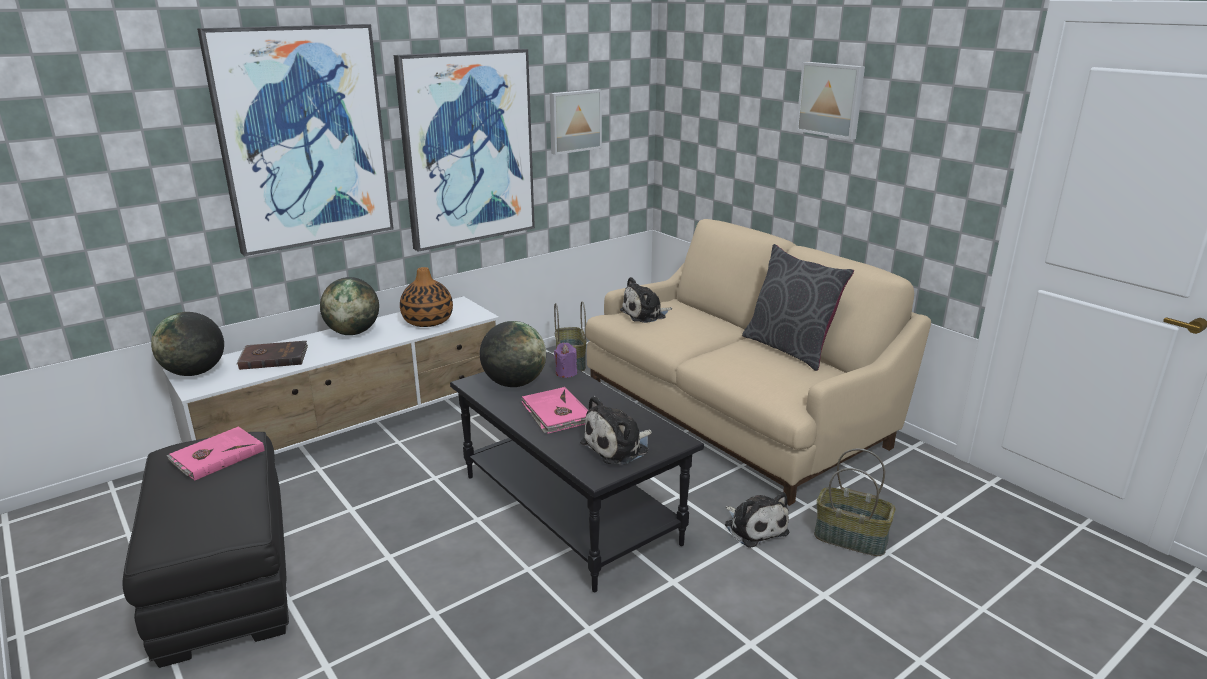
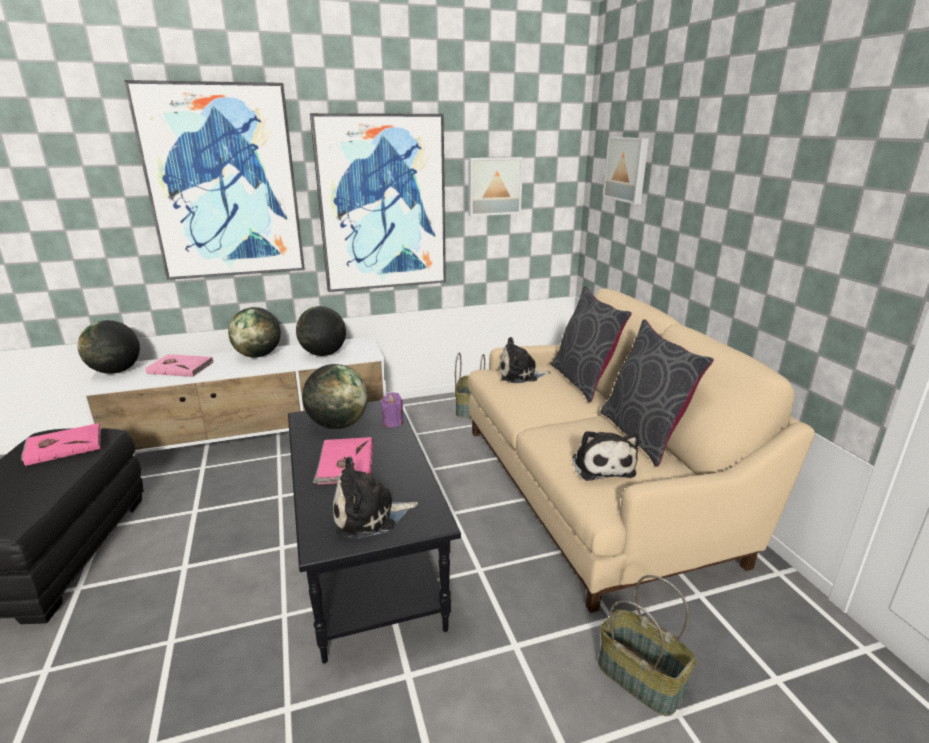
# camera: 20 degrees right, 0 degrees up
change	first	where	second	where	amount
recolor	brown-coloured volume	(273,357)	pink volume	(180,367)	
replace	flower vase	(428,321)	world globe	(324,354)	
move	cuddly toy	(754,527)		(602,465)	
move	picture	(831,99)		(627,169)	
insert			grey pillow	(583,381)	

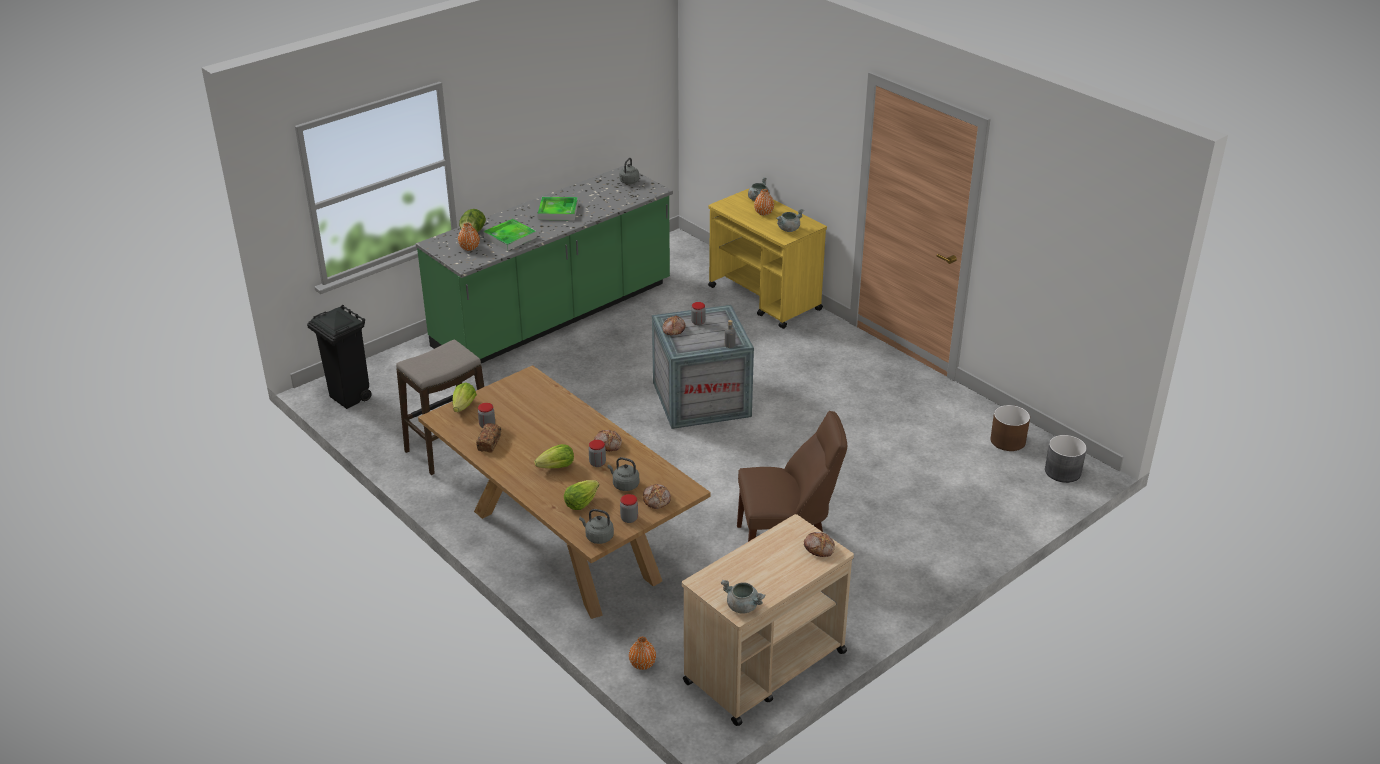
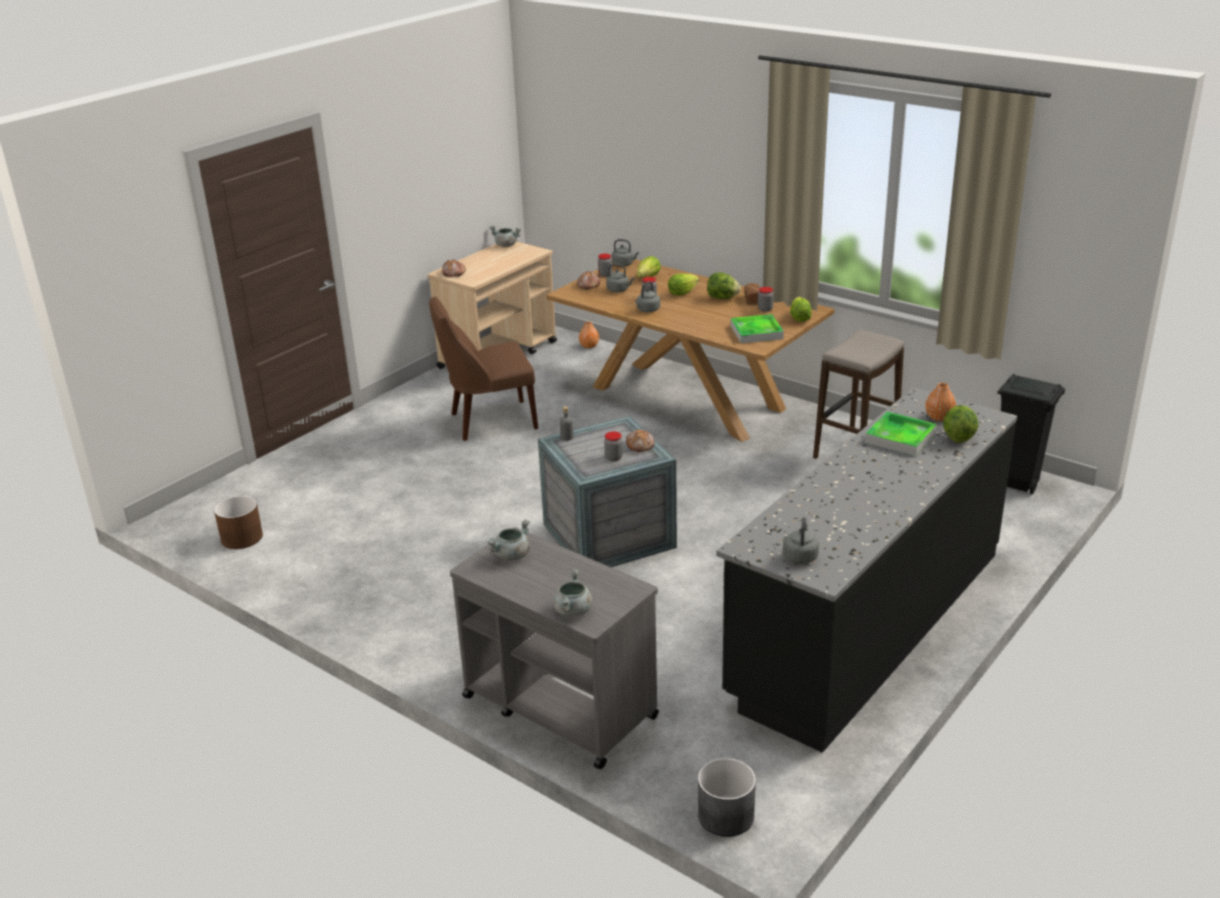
# camera: 170 degrees right, 5 degrees down
change	first	where	second	where	amount
recolor	greenish kitchen base unit	(554,316)	black-coloured kitchen base unit	(866,623)	
move	carrying tray	(558,211)		(756,332)	
replace	baked bread	(608,444)	grey water kettle	(647,310)	
recolor	yellow-coloured wheeled cart	(765,299)	grey wheeled cart	(558,706)	
delete	orange flower vase	(763,213)			
move	grey flower pot	(1063,471)		(725,816)	
insert			head of lettuce	(722,298)	

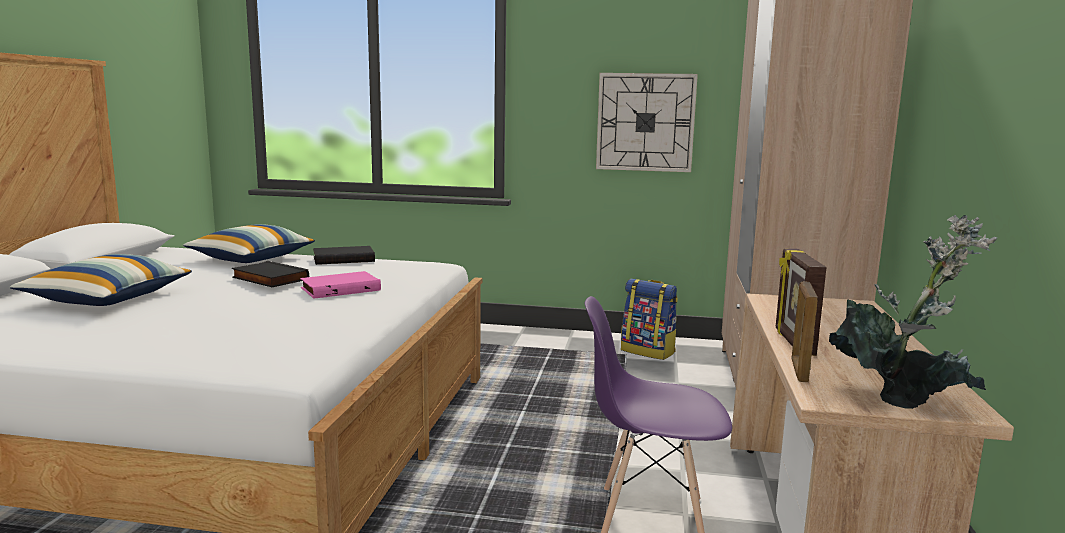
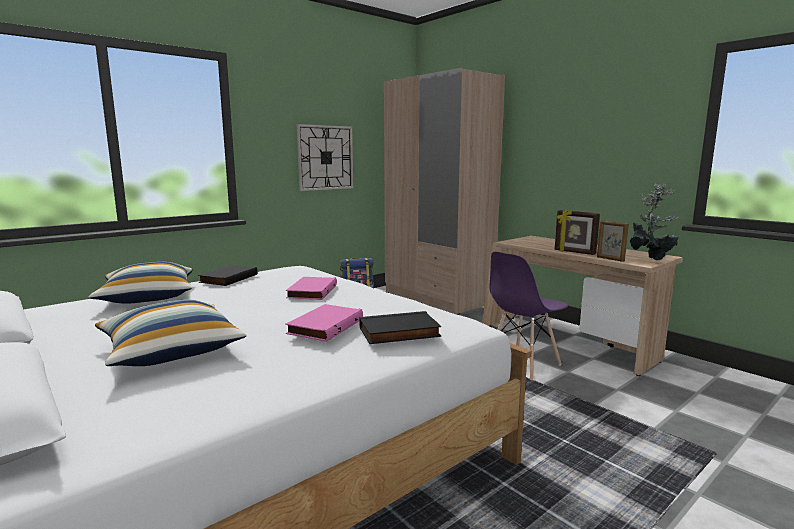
# camera: 50 degrees left, 0 degrees up
change	first	where	second	where	amount
move	black-coloured volume	(268,279)		(399,333)	
insert			pink volume	(324,326)	

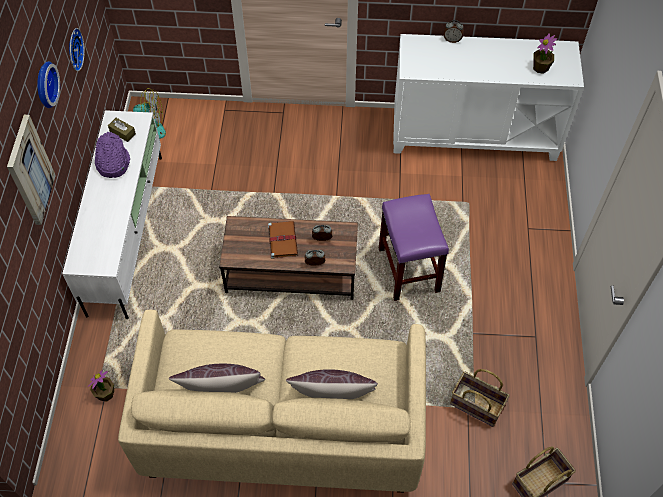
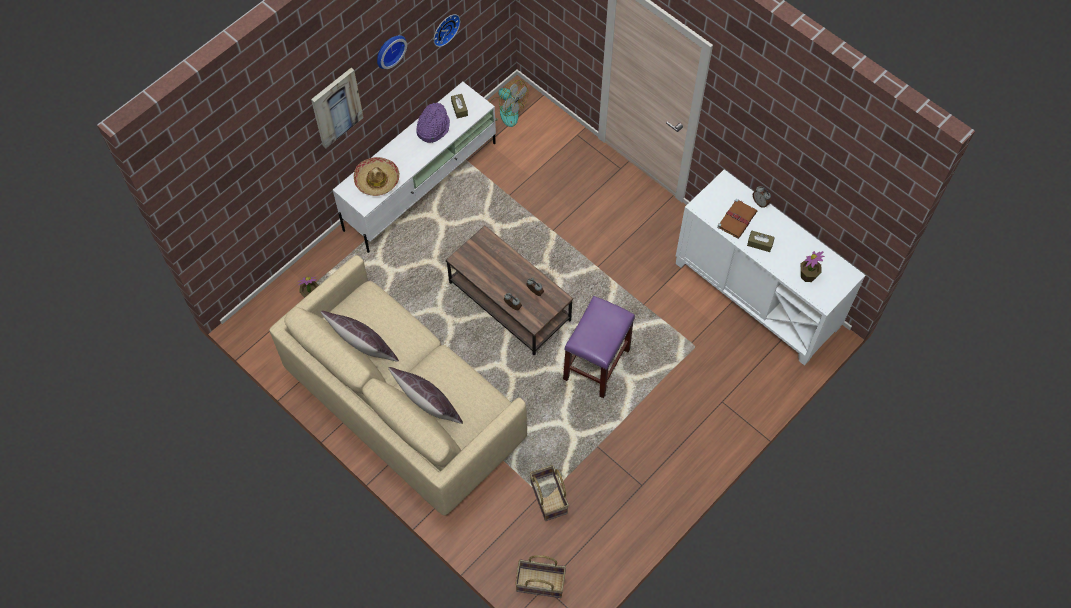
# camera: 40 degrees right, 5 degrees up
change	first	where	second	where	amount
move	brown-coloured volume	(282,240)		(737,219)	
insert			wearable hat	(377,180)	
insert			brown-coloured tissue box	(760,244)	

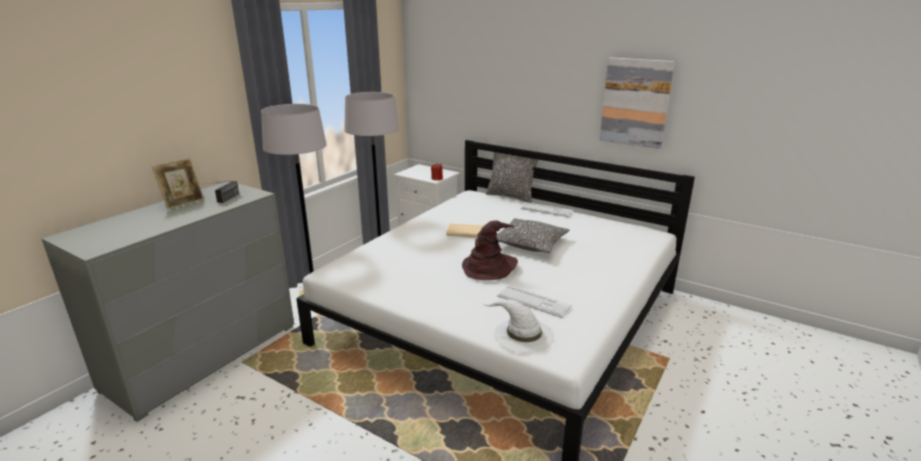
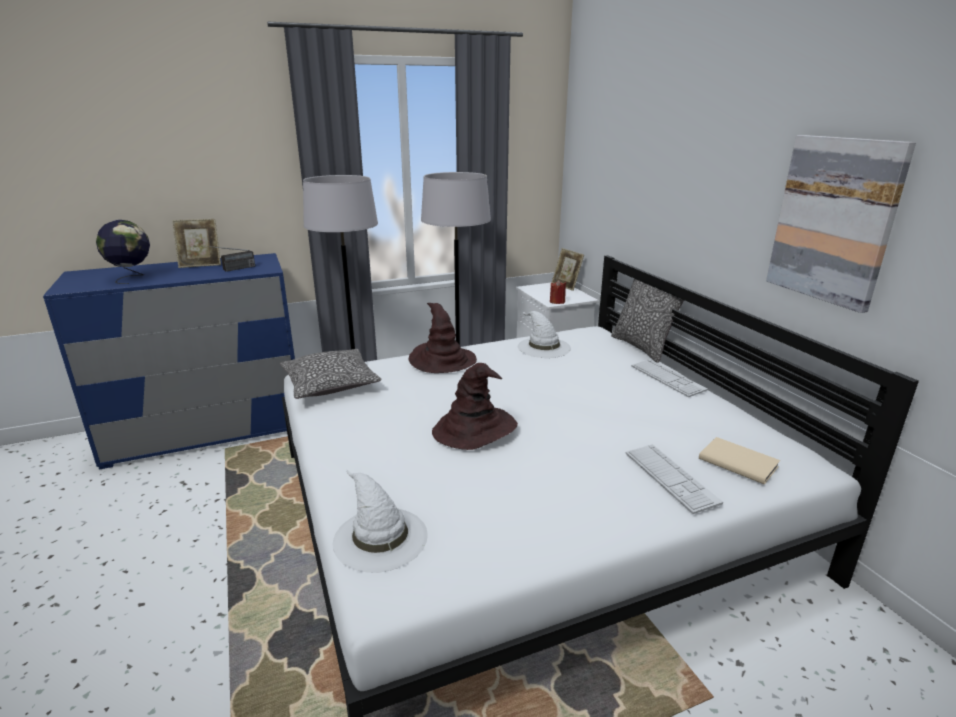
# camera: 35 degrees right, 0 degrees up
change	first	where	second	where	amount
recolor	grey dresser	(204,356)	blue dresser	(207,431)	
move	sand-coloured volume	(464,232)		(737,461)	
move	pillow	(530,243)		(330,384)	
move	keyboard	(533,301)		(670,477)	
insert			world globe	(132,278)	
insert			brown-coloured wearable hat	(442,361)	
insert			whitish wearable hat	(543,347)	
insert			standing frame	(566,286)	

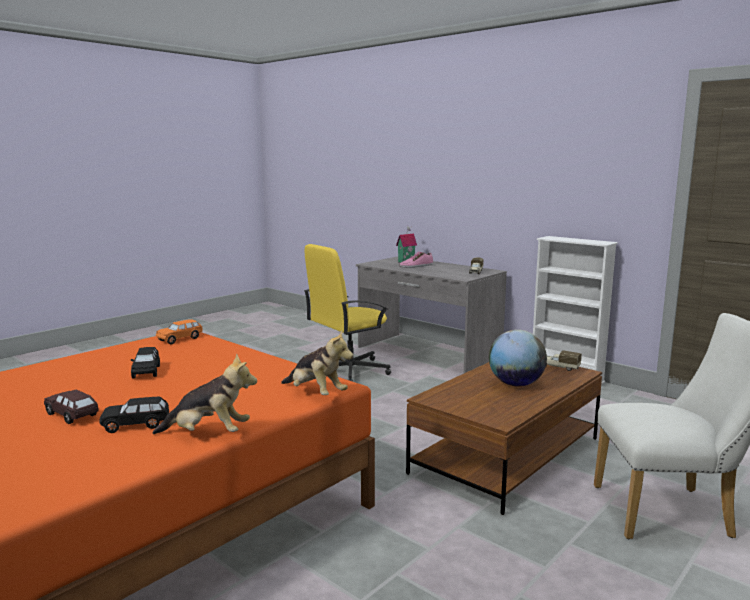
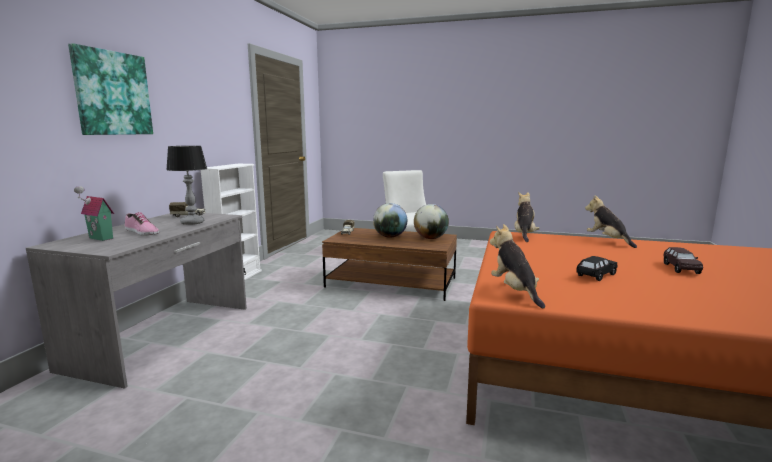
# camera: 115 degrees left, 0 degrees up
change	first	where	second	where	amount
delete	black-coloured toy car	(136,424)			
replace	orange toy car	(180,339)	cuddly toy	(515,291)	
delete	yellow-coloured desk chair	(348,371)			
insert			picture	(112,93)	
insert			tabletop lamp	(192,223)	
insert			world globe	(430,238)	

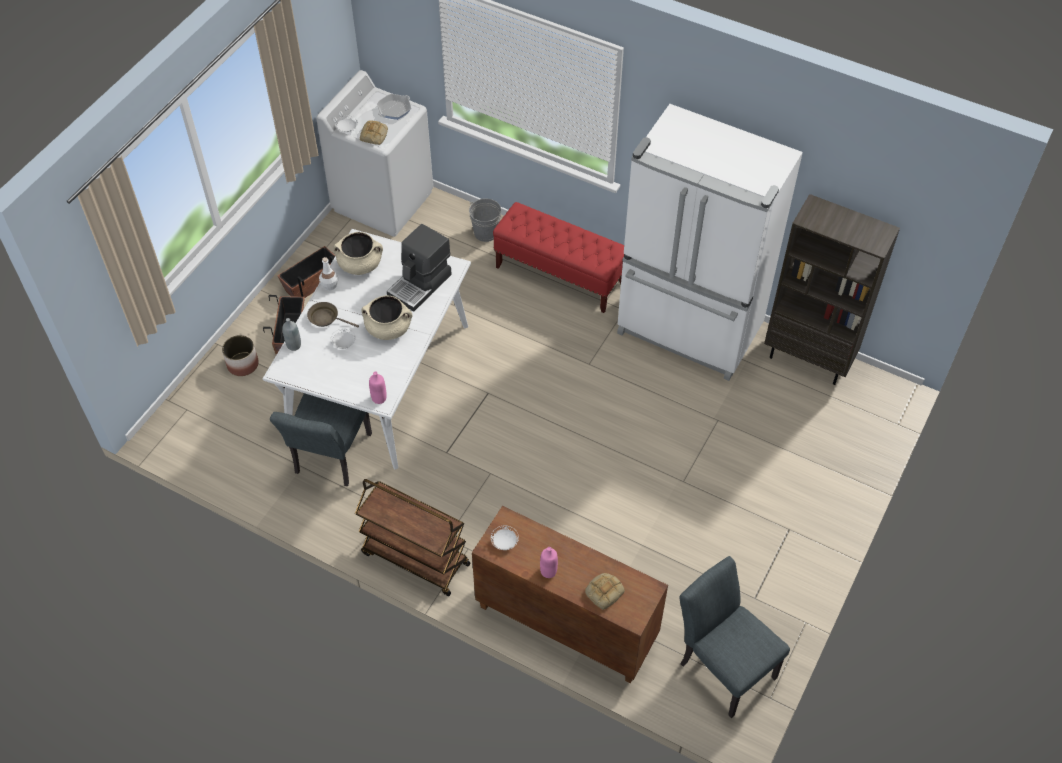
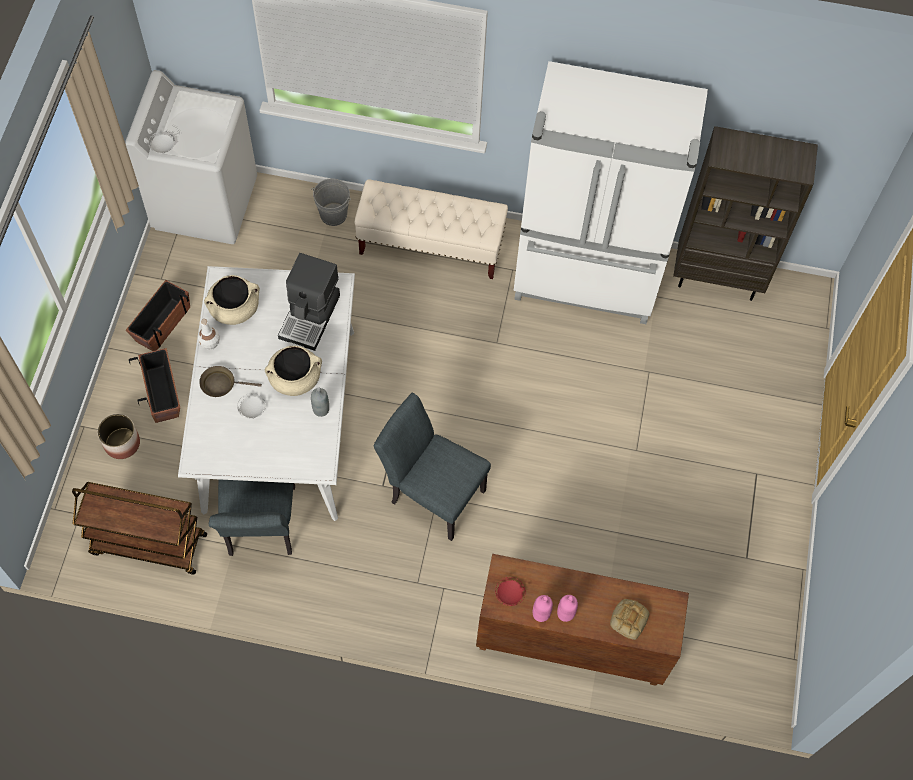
# camera: 20 degrees left, 10 degrees up
change	first	where	second	where	amount
move	grey drink bottle	(294,345)		(321,410)	
move	brown-coloured wheeled cart	(415,559)		(148,544)	
delete	baked bread	(374,135)			
move	pink drink bottle	(379,398)		(541,614)	
delete	pan	(394,109)			
recolor	whitish plate	(504,542)	red plate	(509,594)	
recolor	red long seat	(560,275)	sand-coloured long seat	(431,246)	
move	grey upright chair	(722,665)		(431,492)	

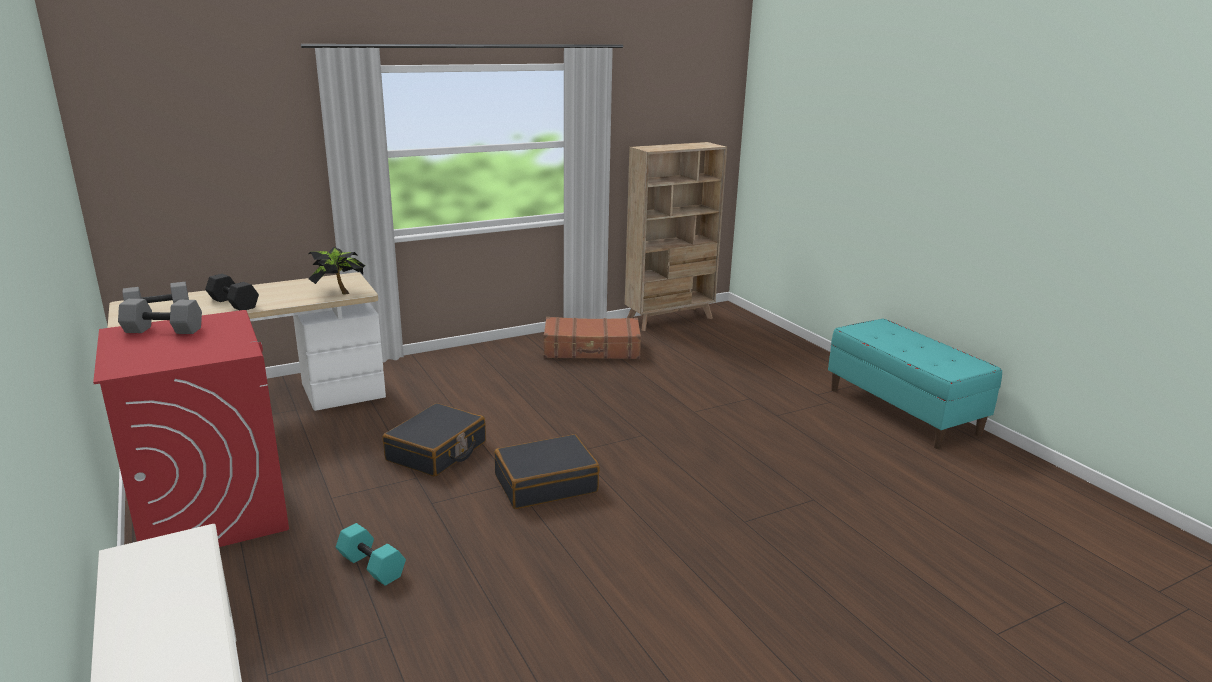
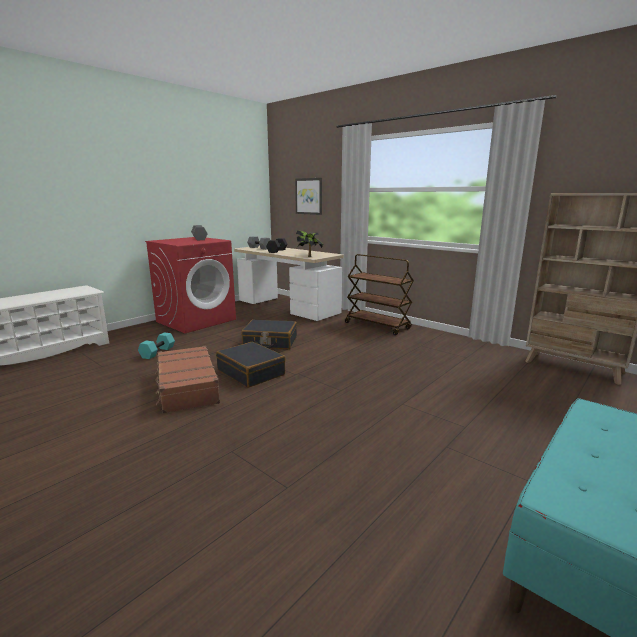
# camera: 70 degrees right, 5 degrees down
change	first	where	second	where	amount
move	brown-coloured travel case	(592,349)		(187,387)	
insert			picture	(309,196)	
insert			brown-coloured wheeled cart	(377,326)	

